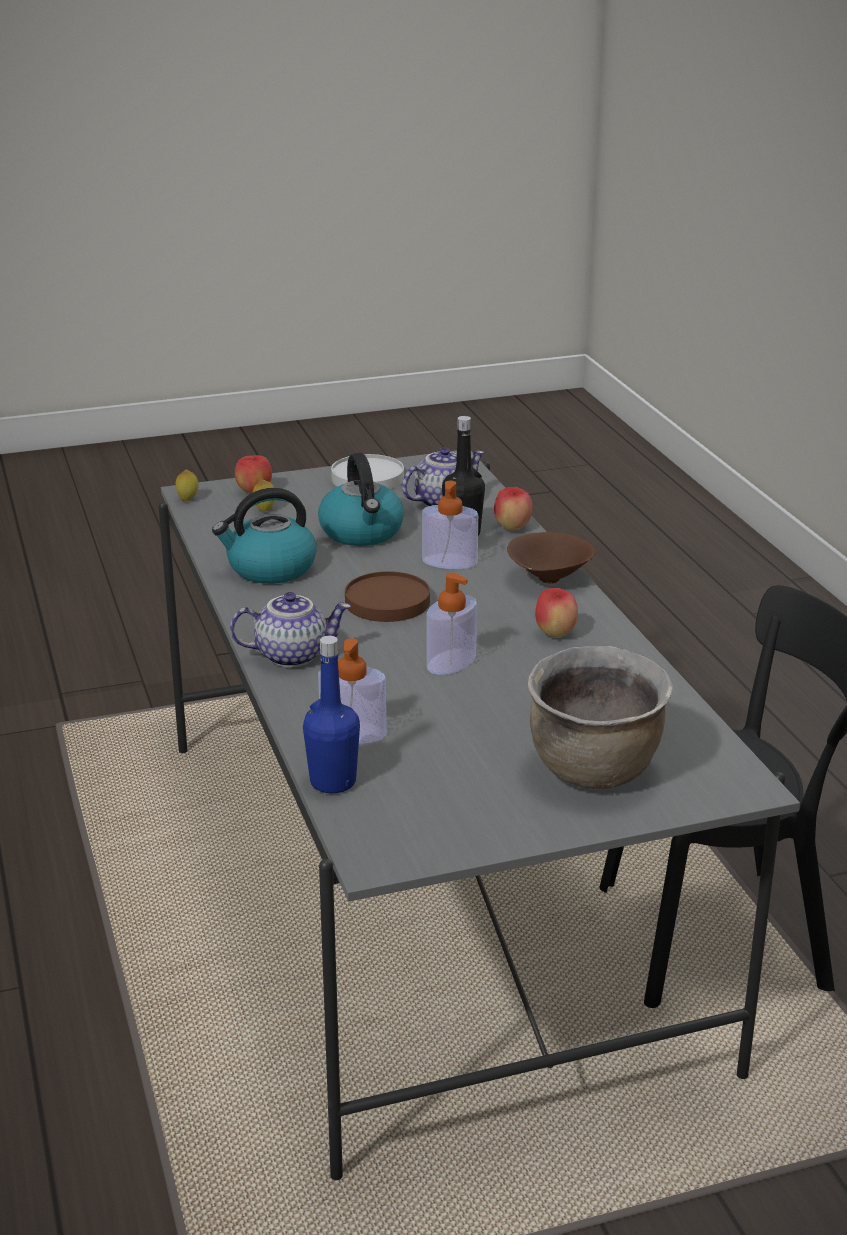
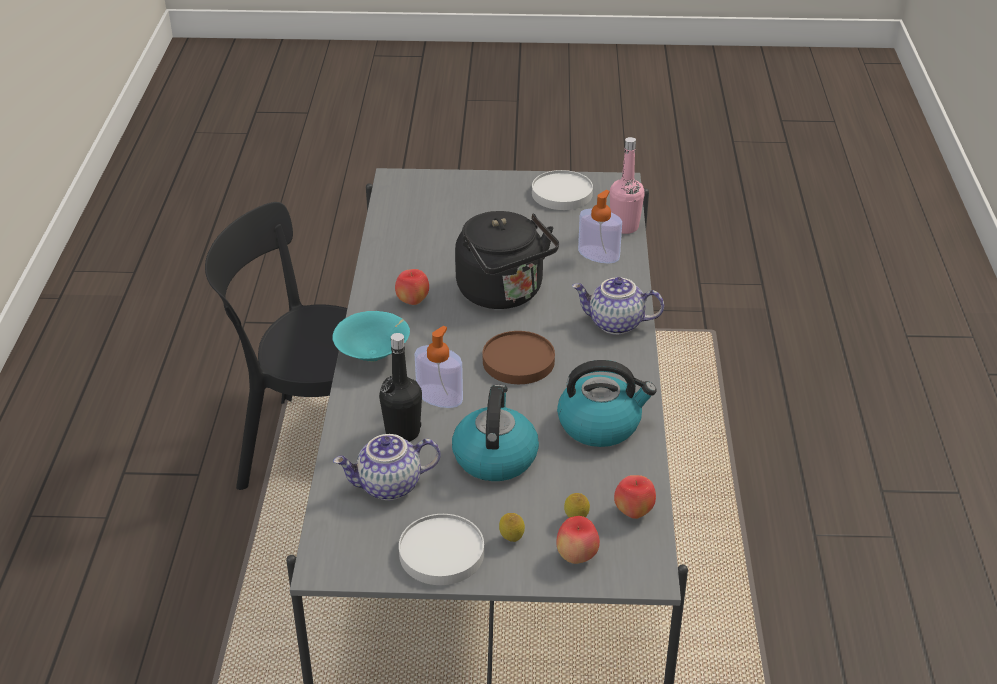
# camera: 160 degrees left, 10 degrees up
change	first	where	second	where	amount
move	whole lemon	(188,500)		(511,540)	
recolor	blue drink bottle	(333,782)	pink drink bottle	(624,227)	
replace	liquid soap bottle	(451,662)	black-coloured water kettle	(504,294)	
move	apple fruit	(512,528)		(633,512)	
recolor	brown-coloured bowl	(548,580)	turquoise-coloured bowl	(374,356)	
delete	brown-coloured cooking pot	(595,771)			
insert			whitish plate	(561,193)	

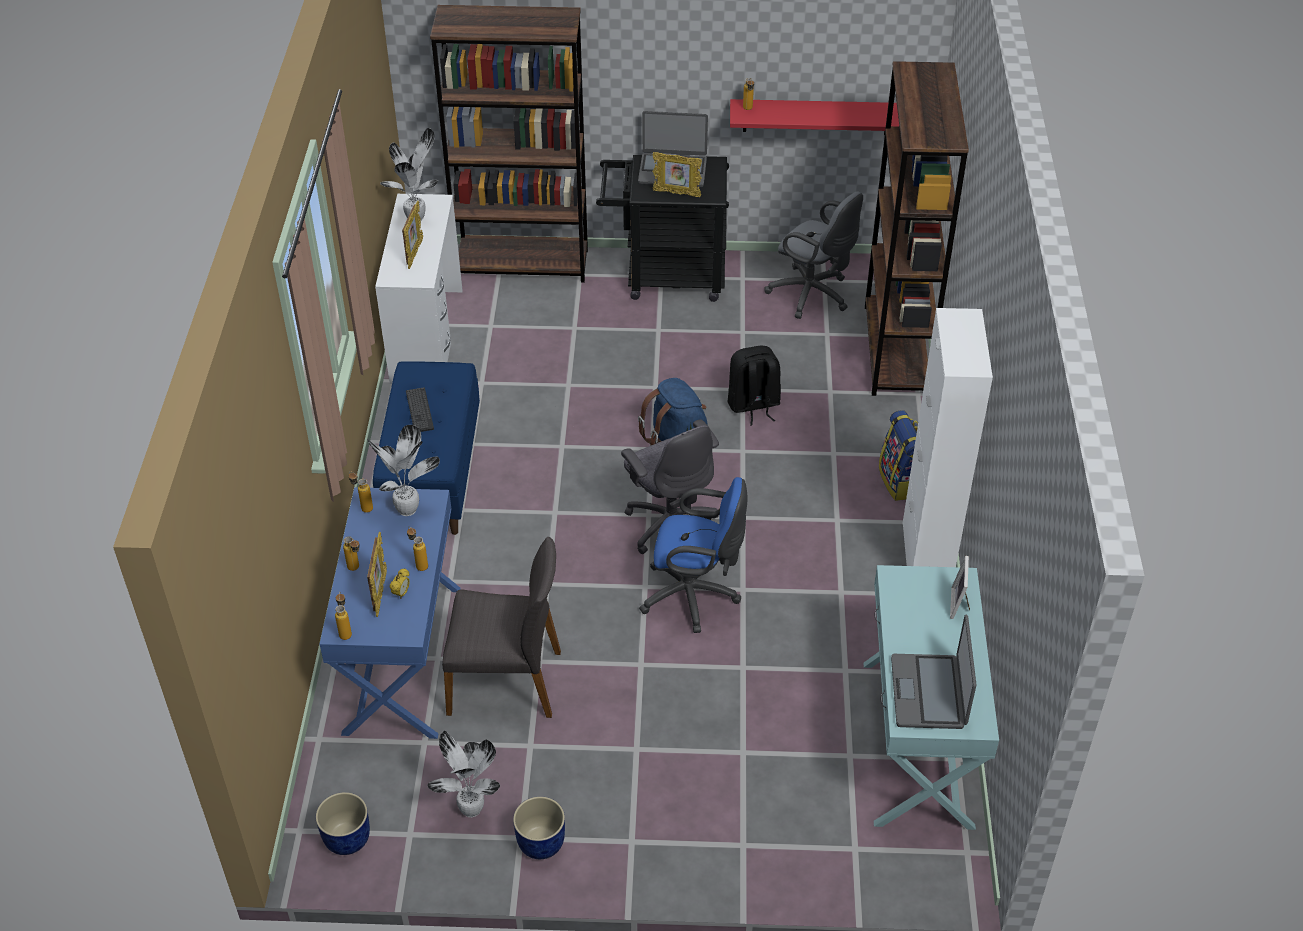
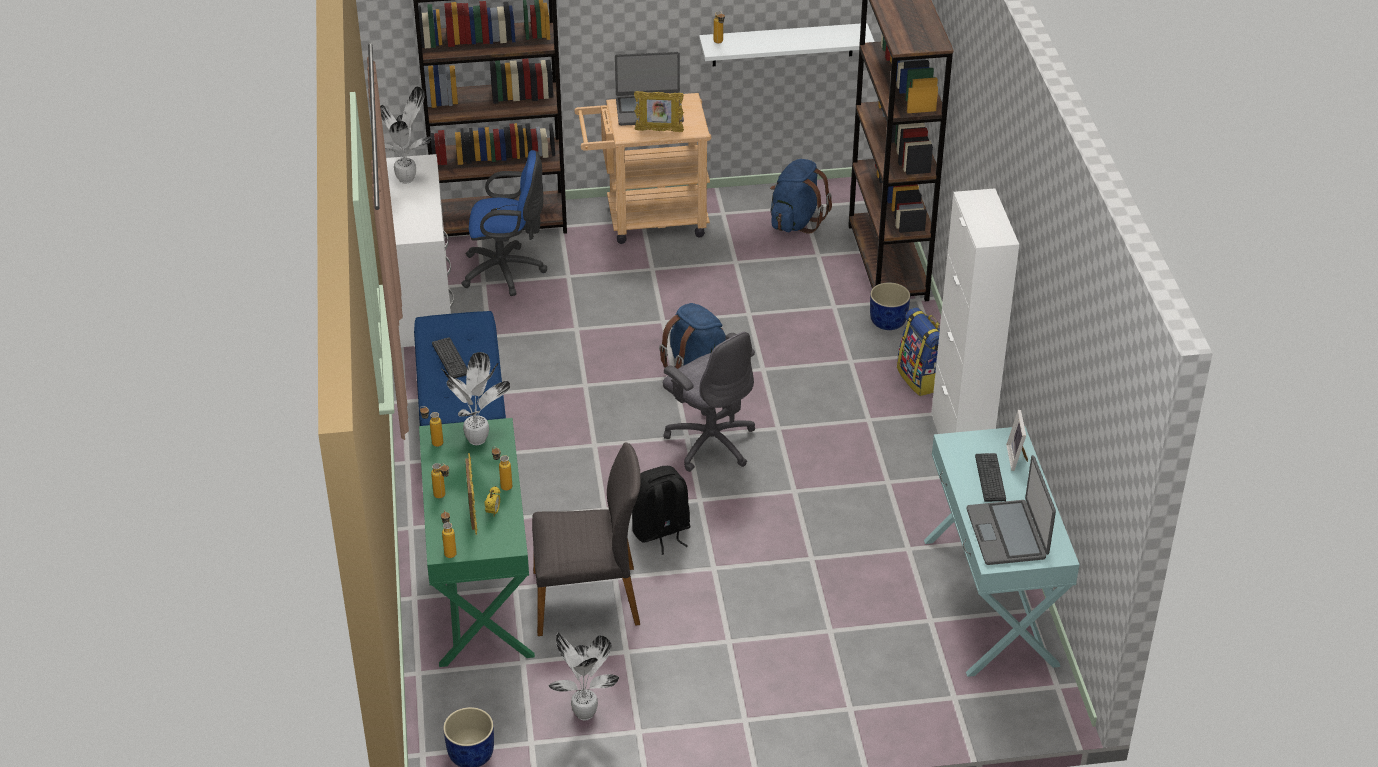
# camera: 10 degrees left, 5 degrees down
change	first	where	second	where	amount
recolor	blue desk table	(401,658)	greenish desk table	(479,592)	
delete	standing frame	(414,254)			
move	blue flower pot	(540,842)		(887,322)	
recolor	black-coloured wheeled cart	(665,277)	sand-coloured wheeled cart	(646,219)	
move	blue desk chair	(694,596)		(507,271)	
move	black-coloured rucksack	(753,405)		(661,532)	
recolor	red bracket shelf	(816,116)	whitish bracket shelf	(783,44)	
replace	grey desk chair	(813,295)	blue rucksack	(796,221)	
insert			keyboard	(990,478)	

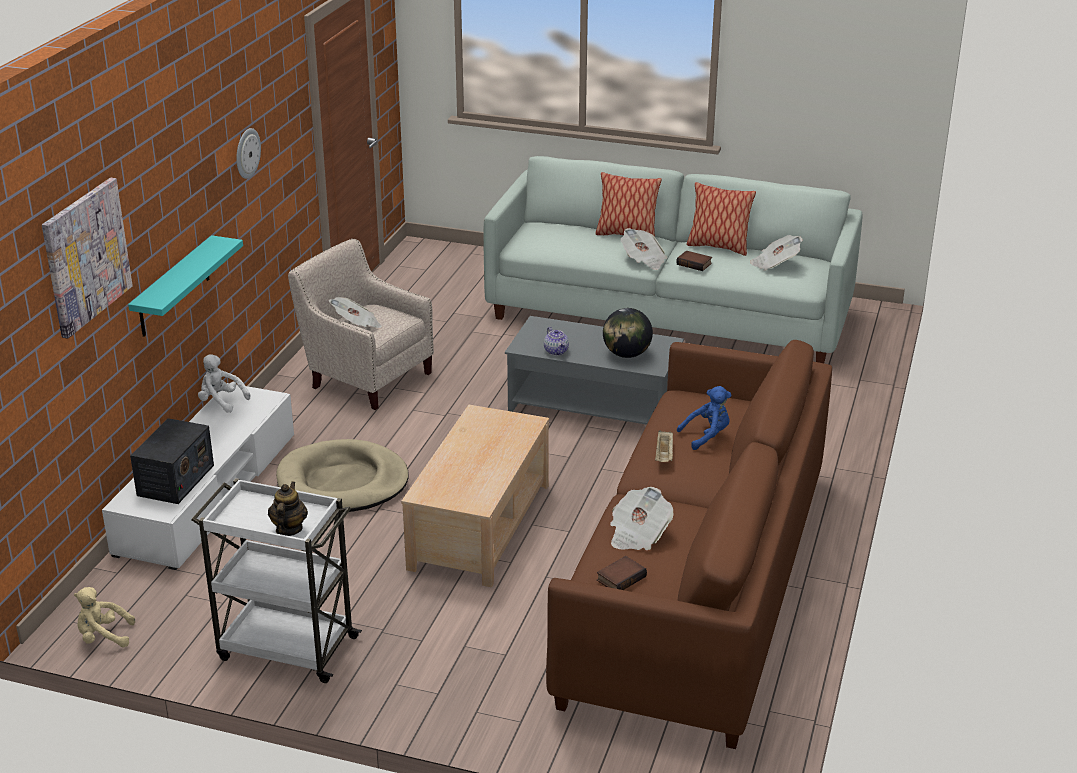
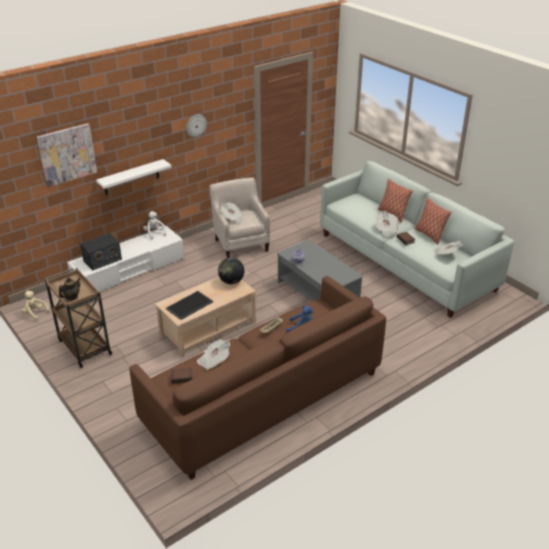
# camera: 35 degrees right, 5 degrees up
change	first	where	second	where	amount
recolor	turquoise-coloured bracket shelf	(174,287)	whitish bracket shelf	(131,177)	
recolor	whitish wheeled cart	(285,647)	brown-coloured wheeled cart	(84,346)	
delete	sand-coloured pet bed	(342,482)			
move	world globe	(626,354)		(231,281)	
insert			carrying tray	(189,306)	

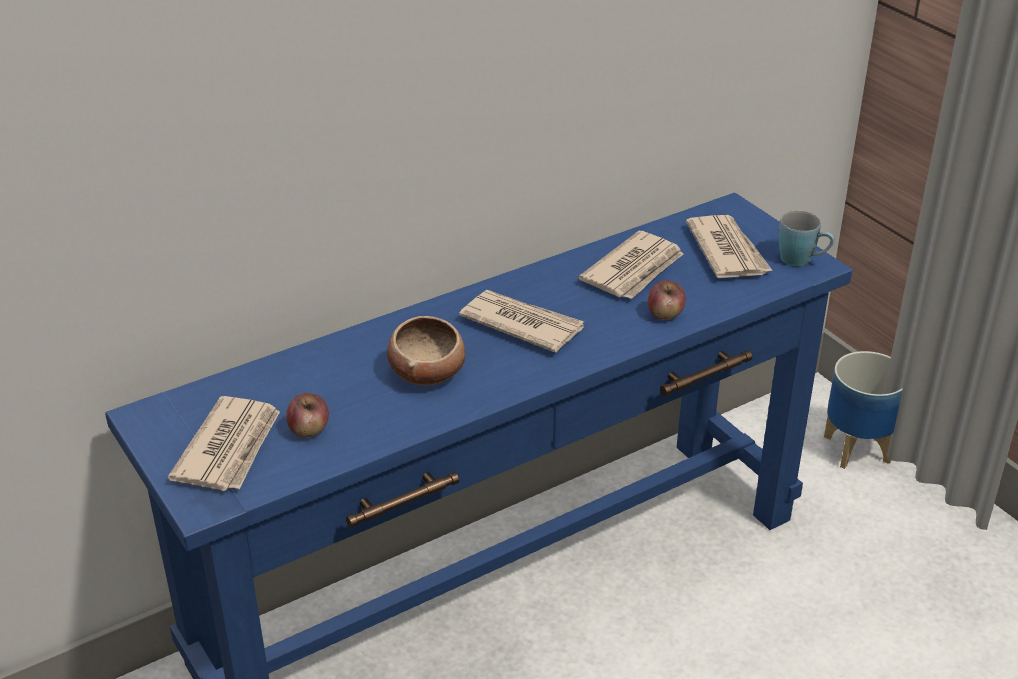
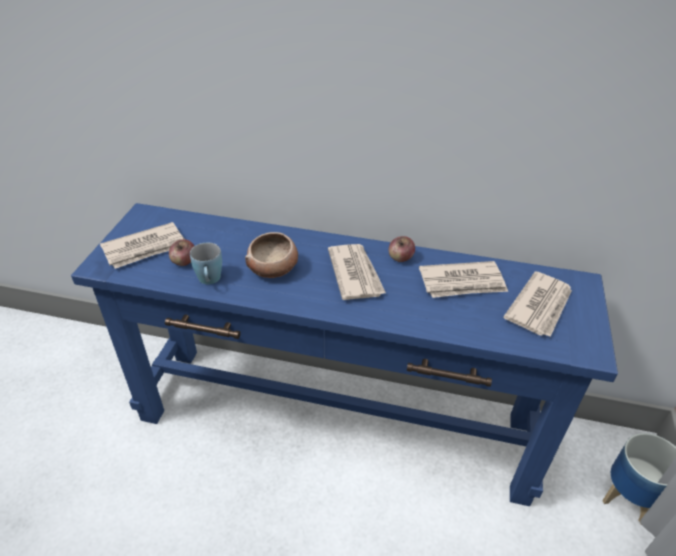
# camera: 45 degrees right, 5 degrees up
change	first	where	second	where	amount
move	apple fruit	(665,314)		(400,258)	
move	blue coffee mug	(802,260)		(209,281)	

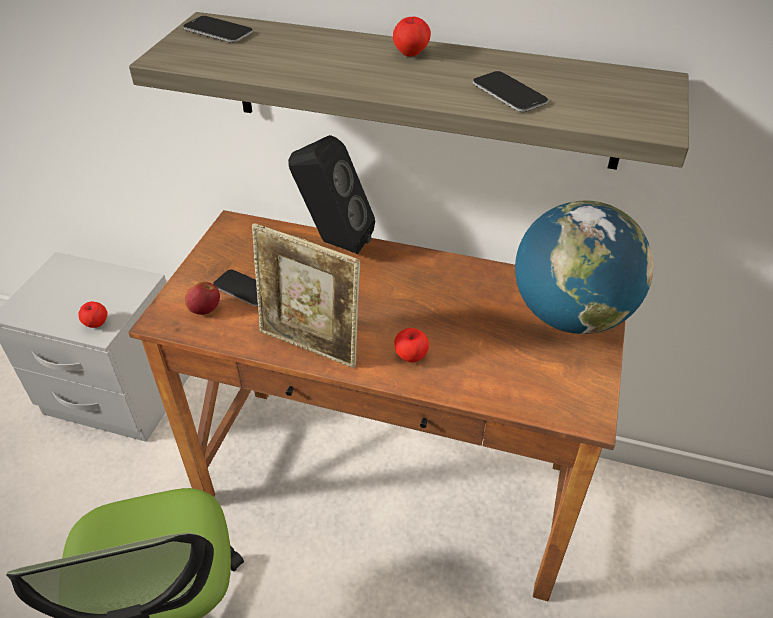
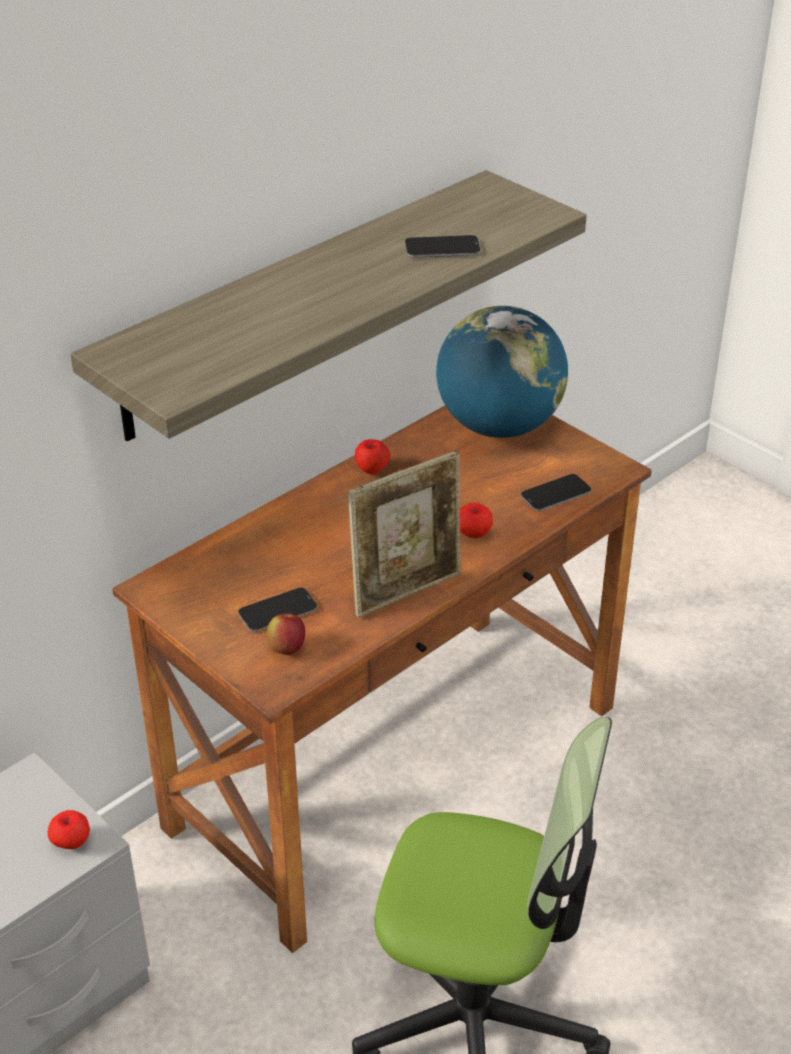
# camera: 60 degrees left, 5 degrees down
change	first	where	second	where	amount
move	handset	(218,31)		(555,494)	
delete	black-coloured loudspeaker	(333,242)			
move	apple fruit	(411,53)		(372,469)	

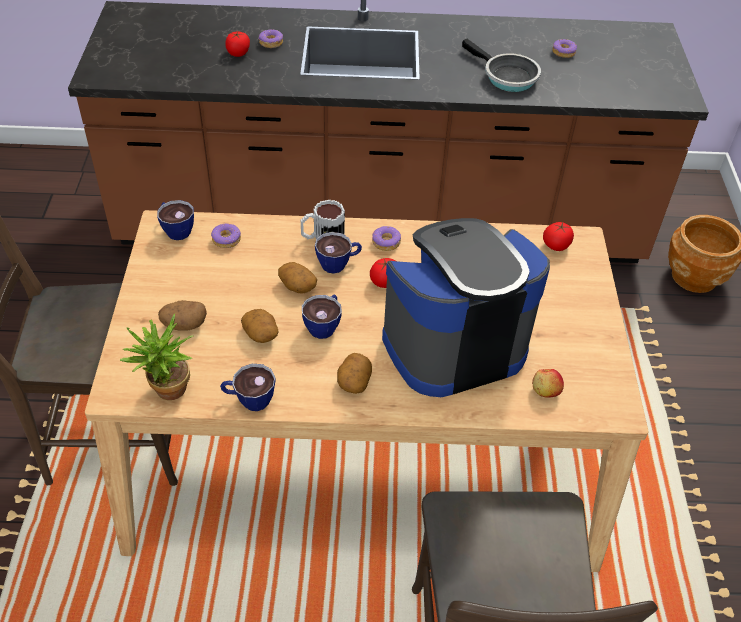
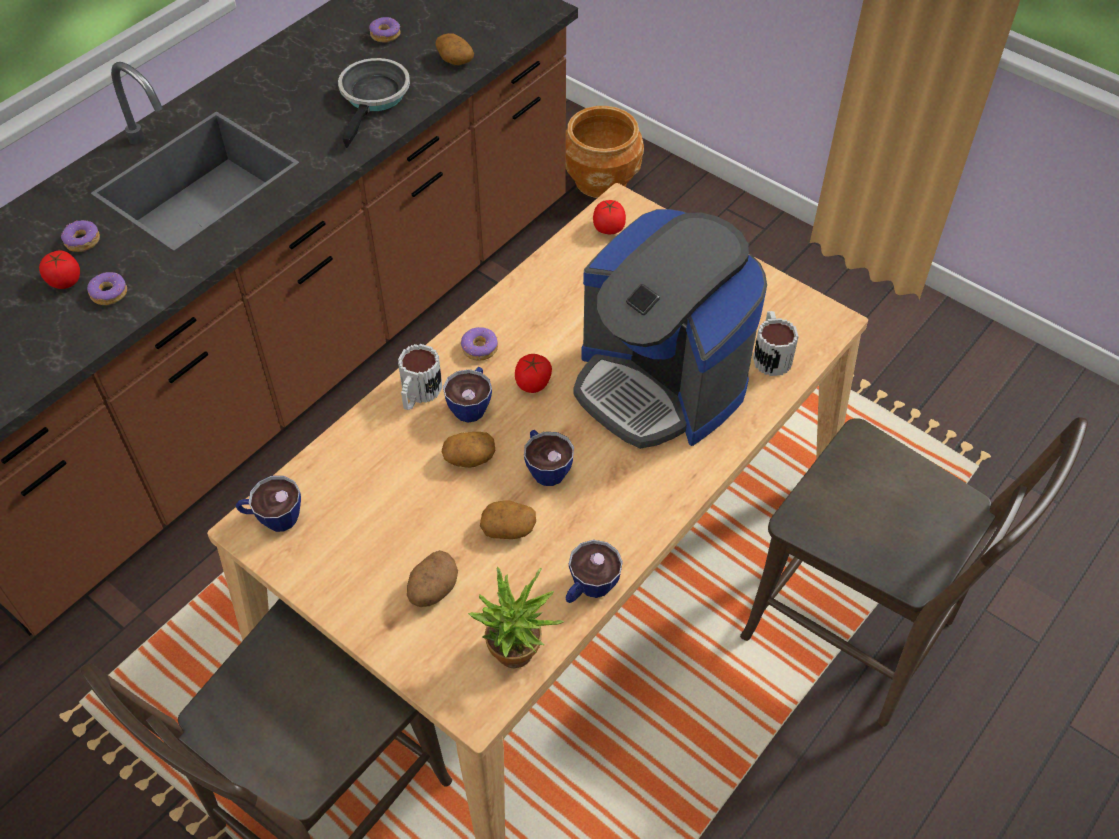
# camera: 50 degrees left, 5 degrees up
change	first	where	second	where	amount
move	doughnut	(226,239)		(109,293)	
move	potato	(354,380)		(454,59)	
rotate	coffee machine	(452,344)		(660,383)	60 degrees counterclockwise
rotate	pan	(506,77)		(374,98)	75 degrees counterclockwise
replace	apple fruit	(545,391)	coffee mug	(770,354)	

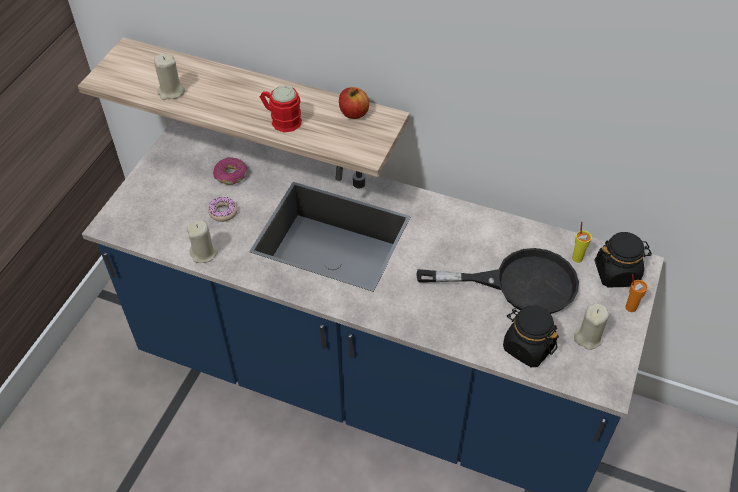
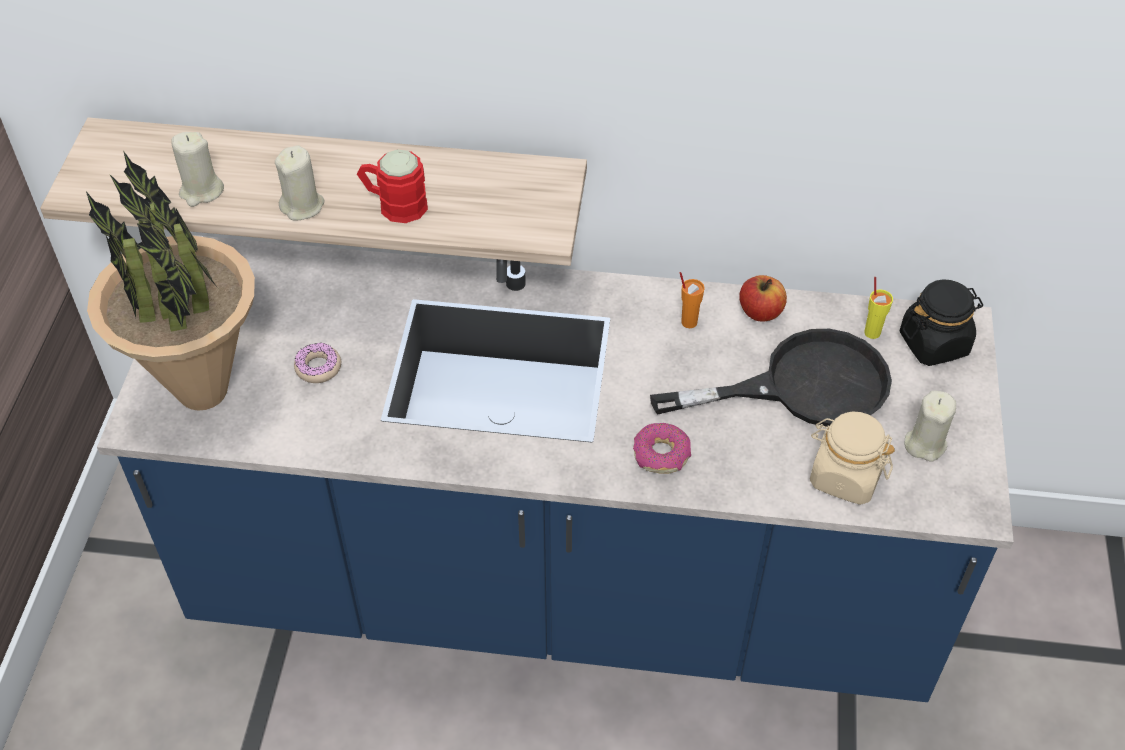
# camera: 15 degrees left, 0 degrees up
change	first	where	second	where	amount
move	sand-coloured wax candle	(204,253)		(302,206)	
move	doughnut	(231,175)		(661,455)	
move	apple fruit	(354,113)		(760,312)	
recolor	black-coloured preserve jar	(527,347)	sand-coloured preserve jar	(845,476)	
move	orange small cup	(630,307)		(688,322)	
insert			potted plant	(204,392)	

